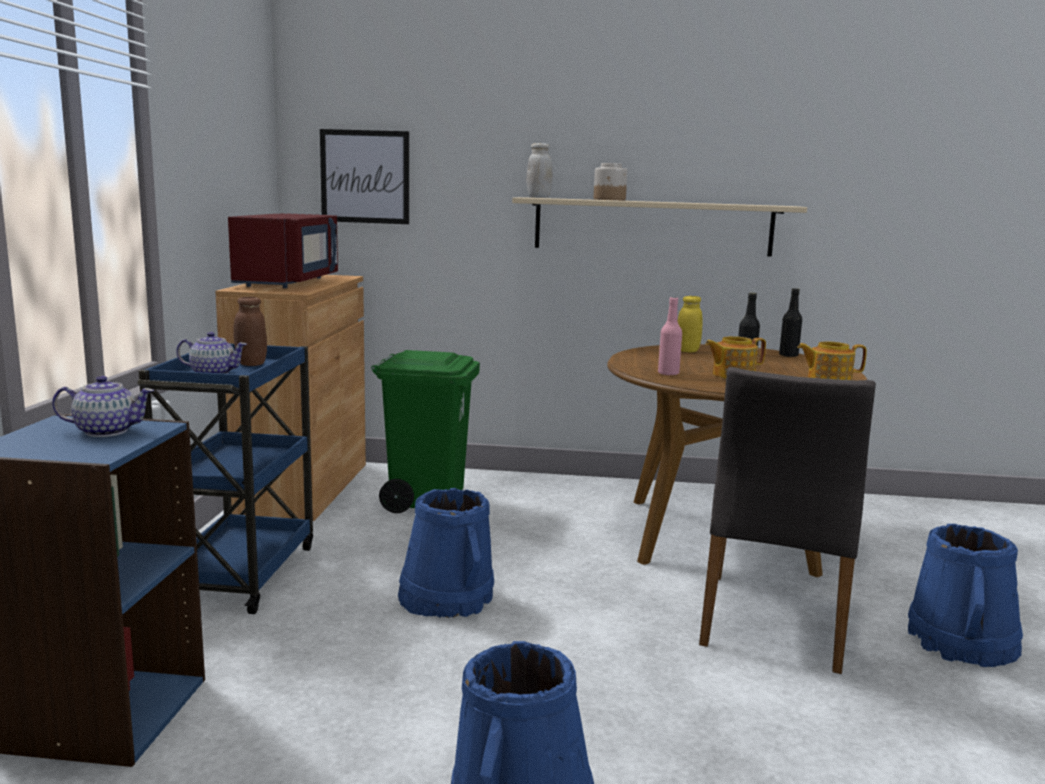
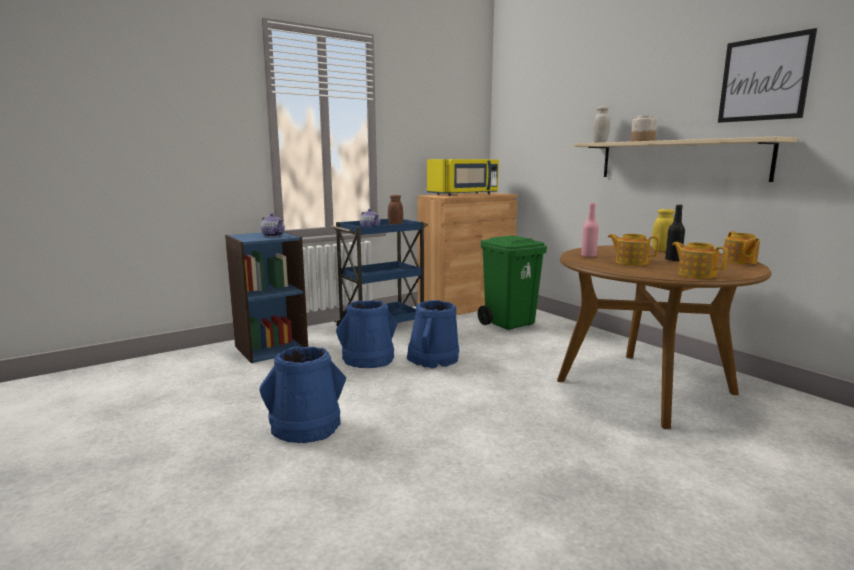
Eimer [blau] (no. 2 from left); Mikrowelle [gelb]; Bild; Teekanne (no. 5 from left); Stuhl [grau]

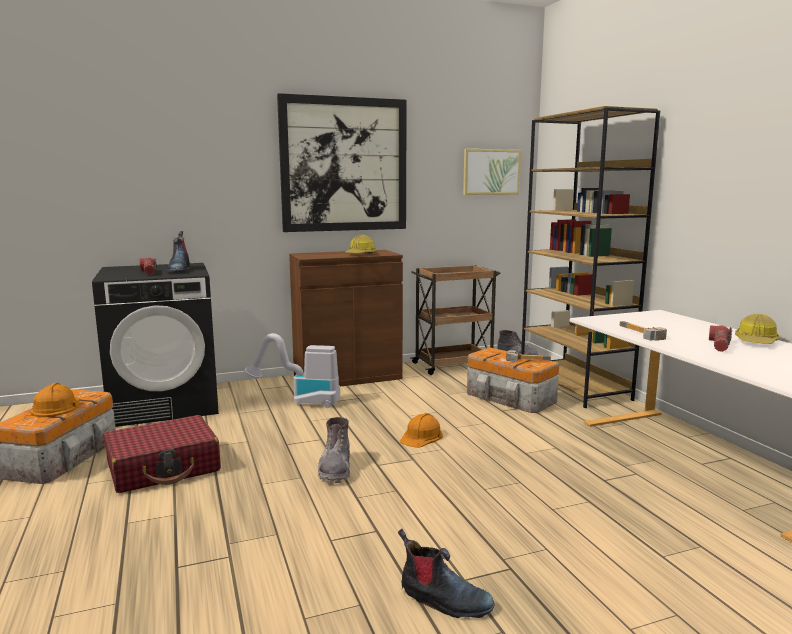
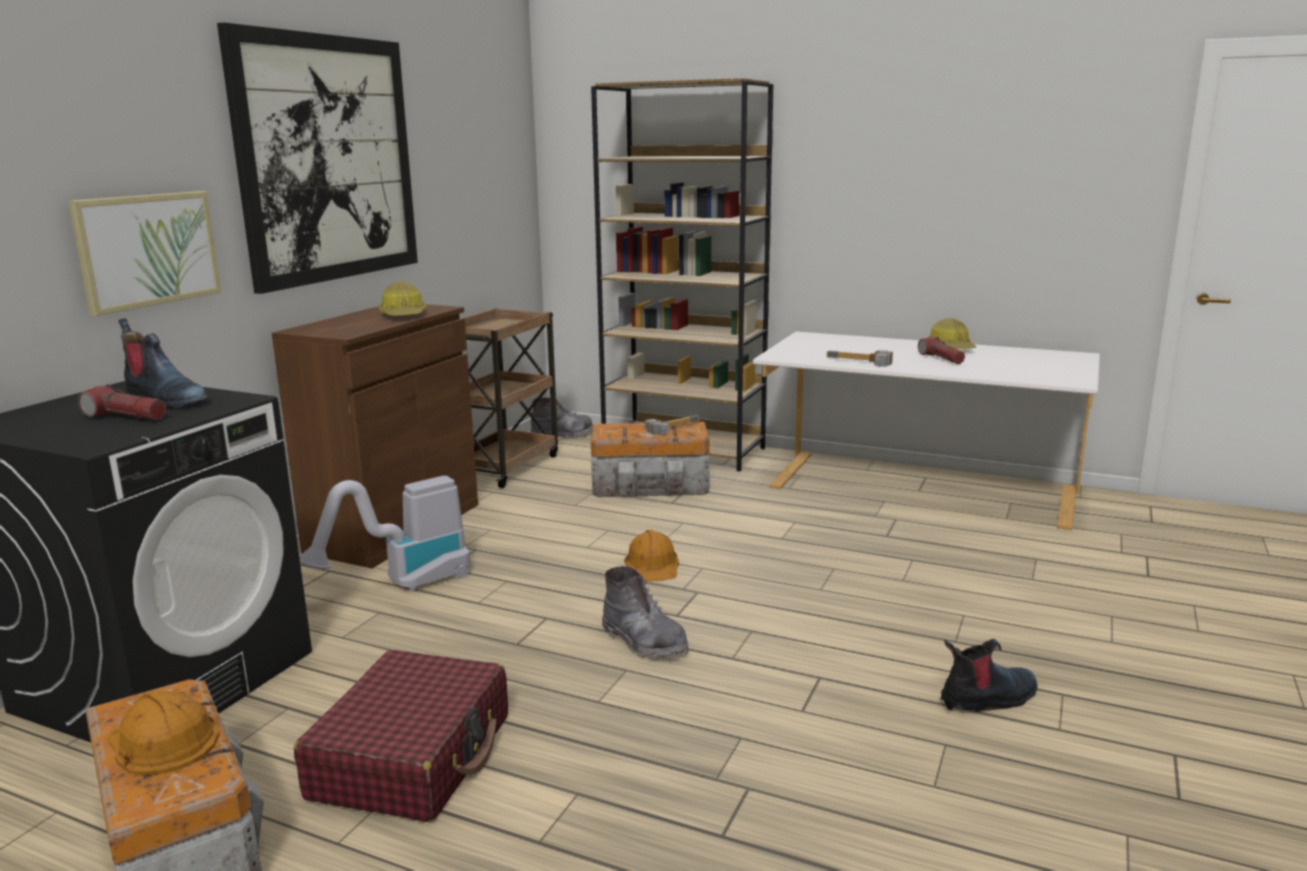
Bild (no. 1 from left)

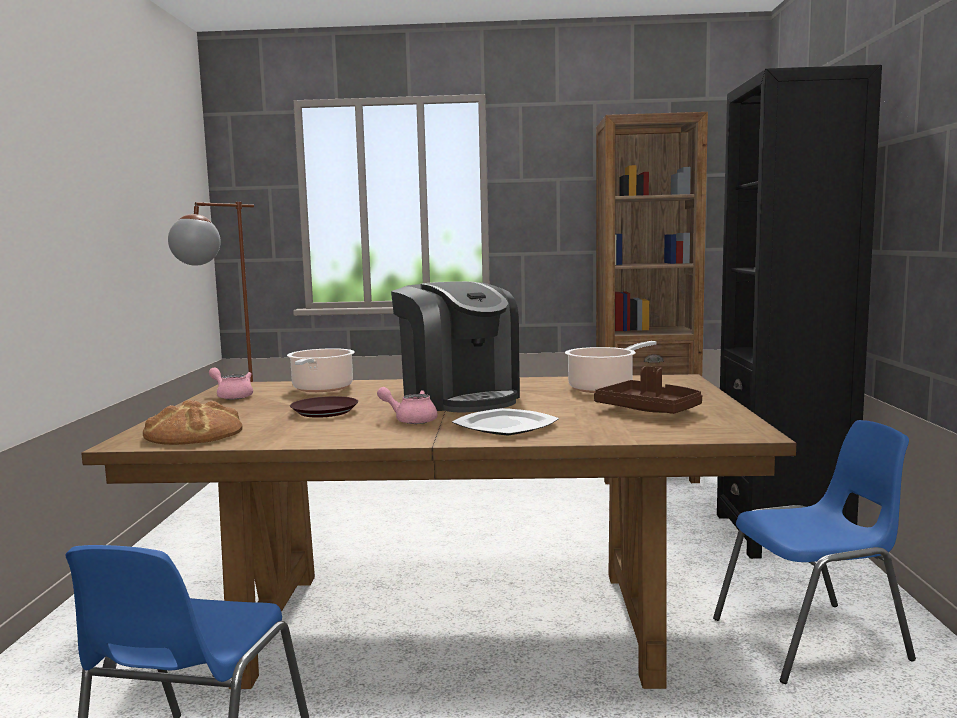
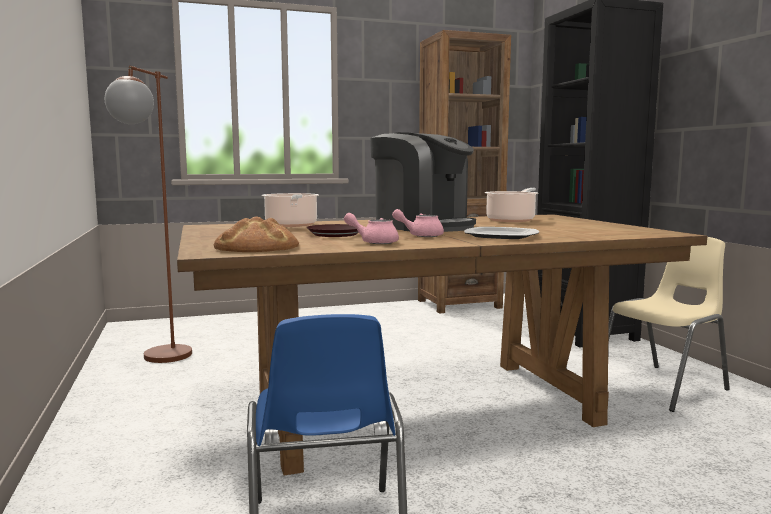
Teekanne [rosa] (no. 1 from left); Stuhl [beige]; Tablett [braun]

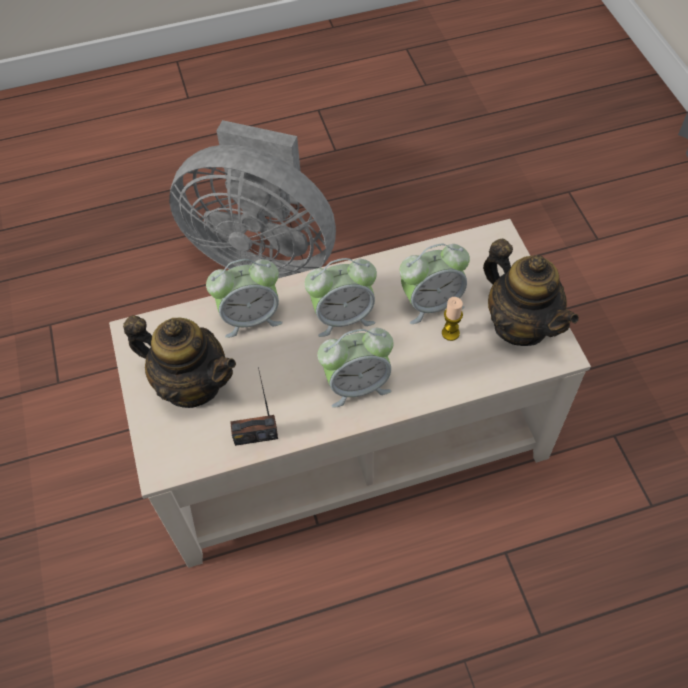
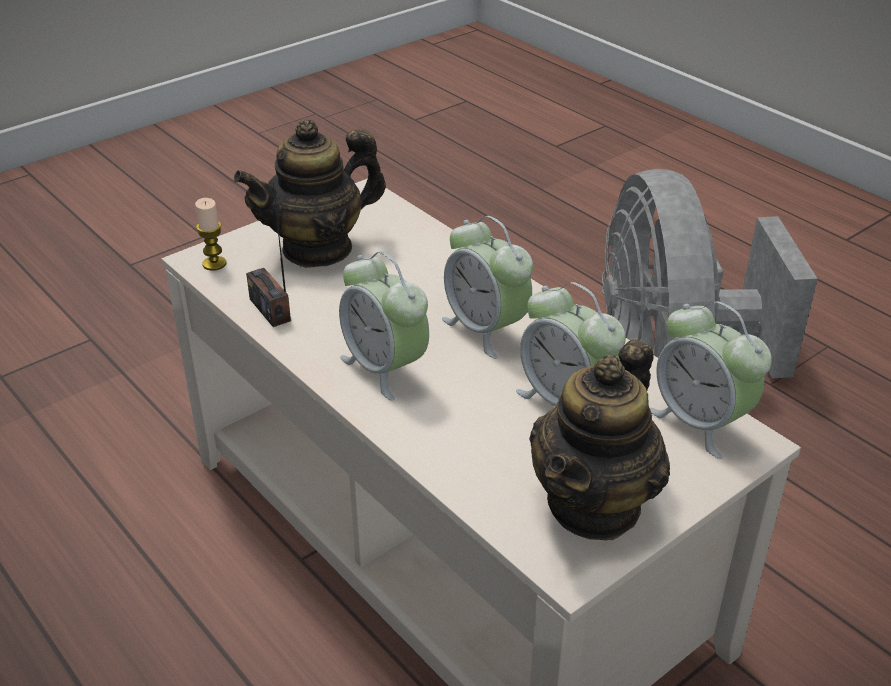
Kerze; Teekanne (no. 1 from left); Wecker (no. 4 from left)

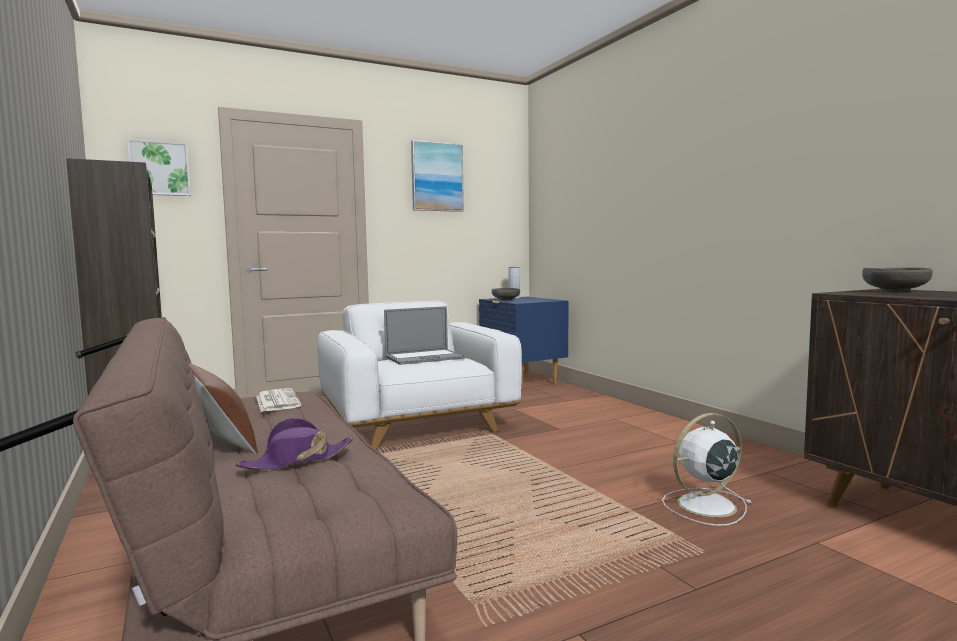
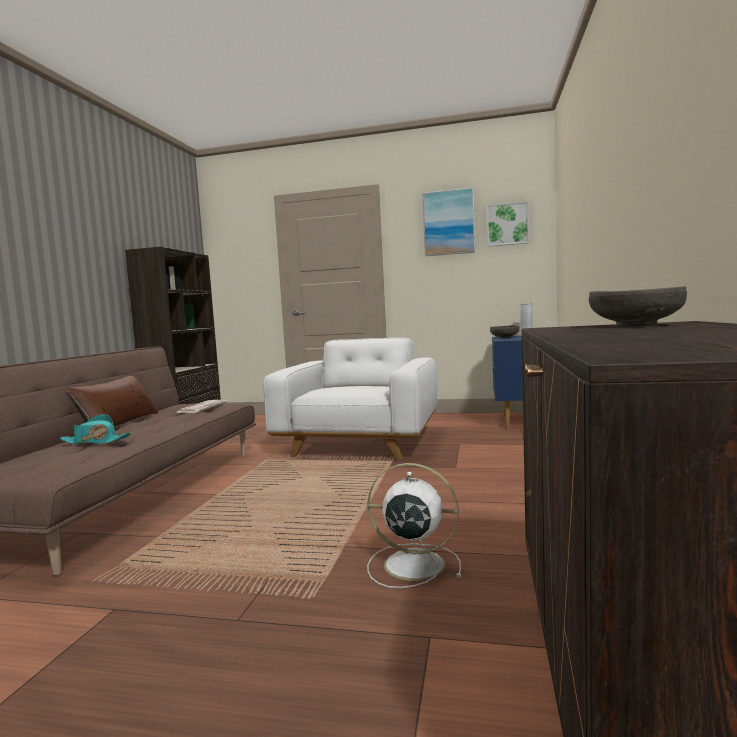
Hut [türkis]; Bild (no. 2 from left); Laptop

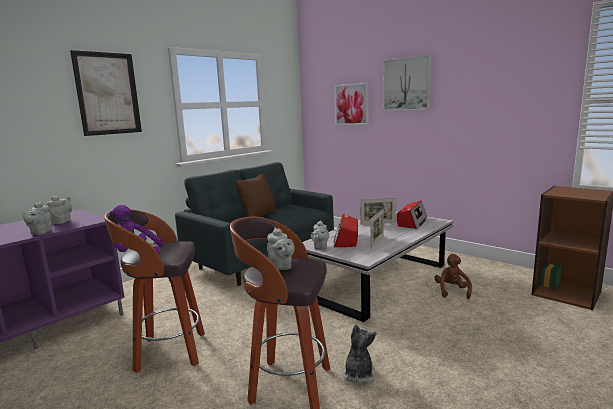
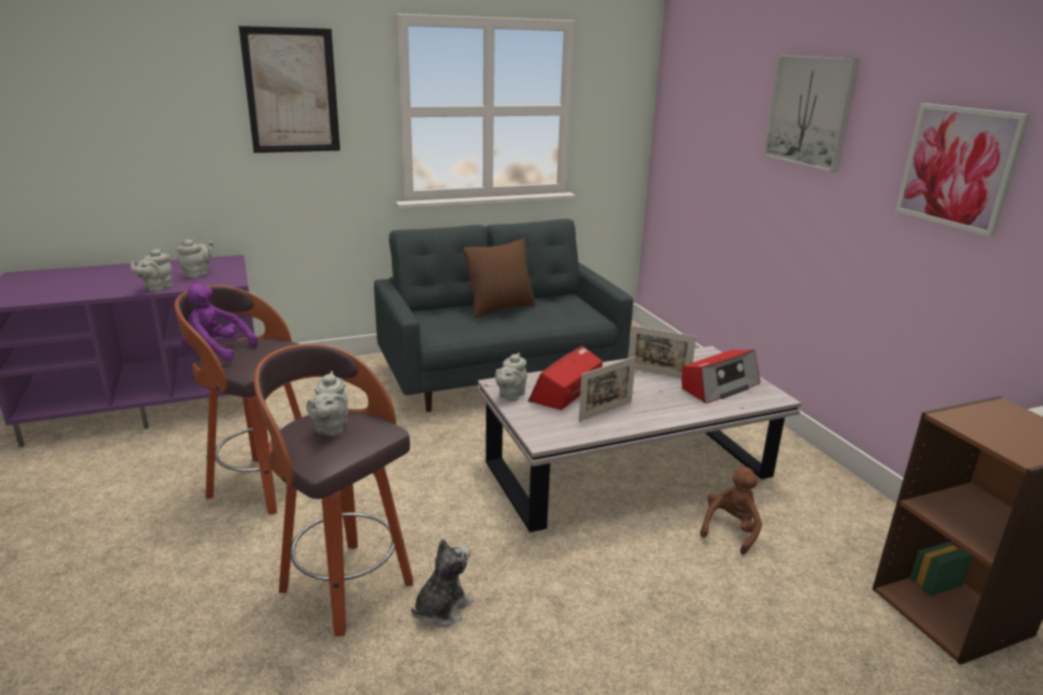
Bild (no. 3 from left)

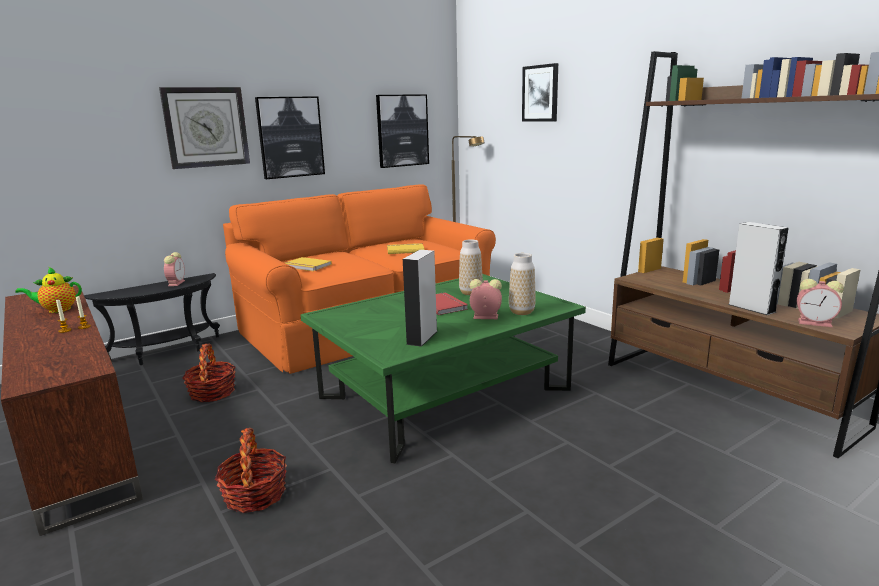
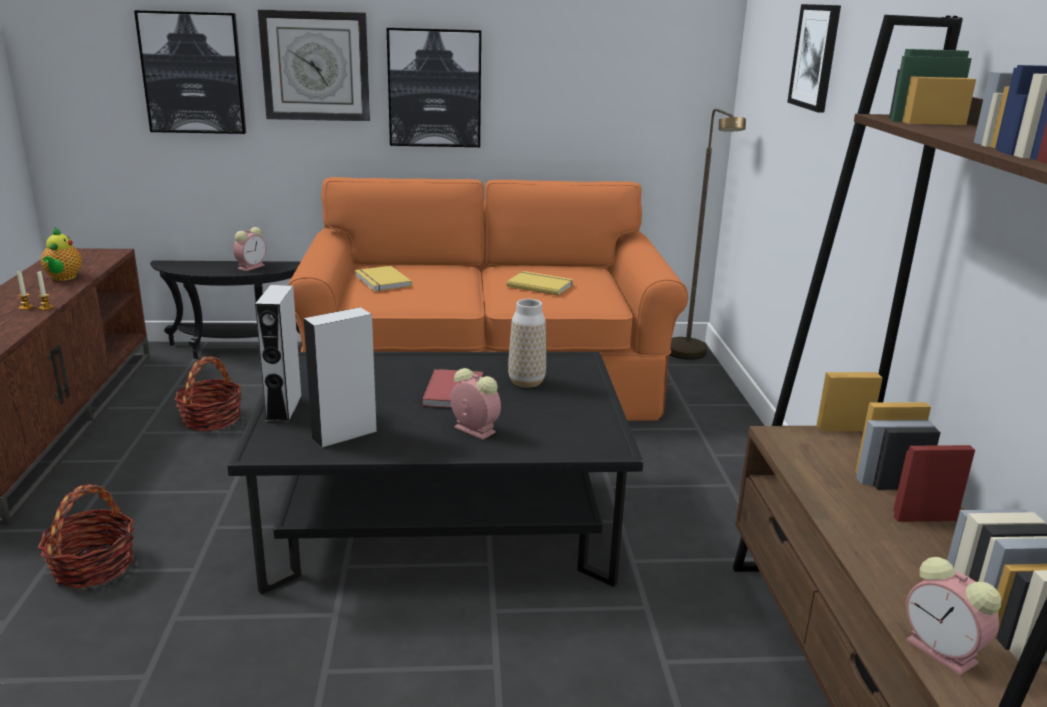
Teekanne; Bild (no. 1 from left); Couchtisch [schwarz]; Lautsprecher [grau] (no. 1 from left); Vase (no. 2 from left in the first image)

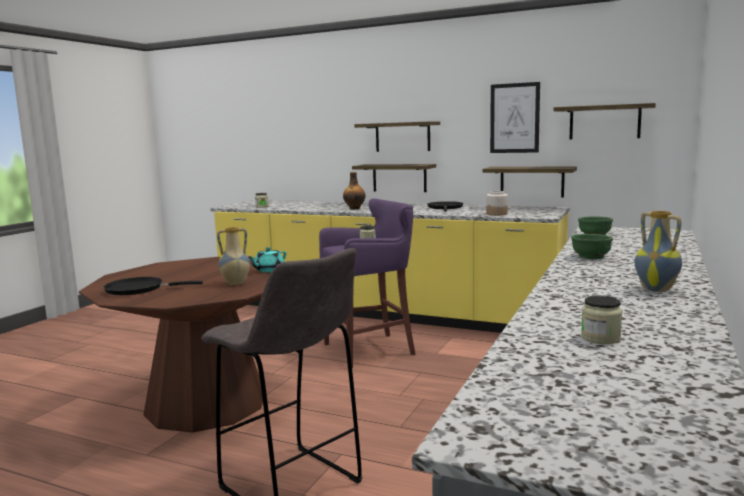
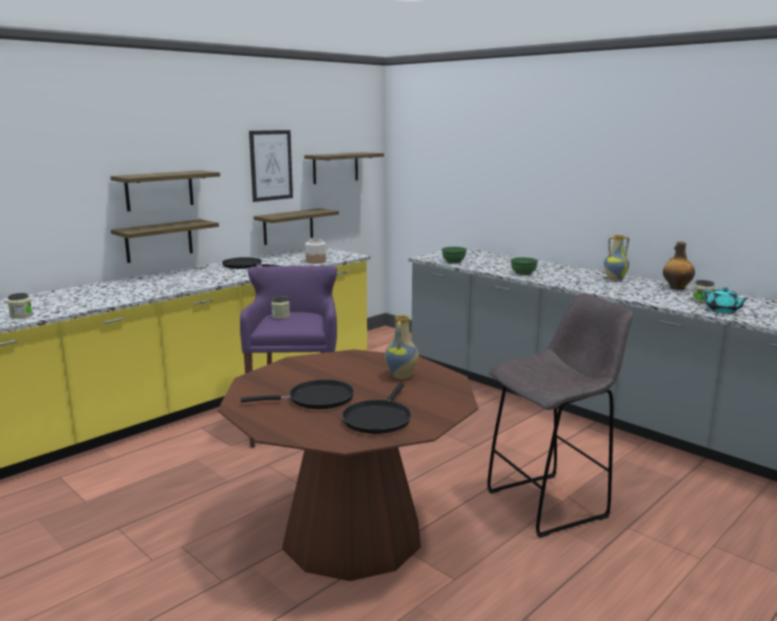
Pfanne [schwarz] (no. 2 from left); Flasche; Teekanne [türkis]

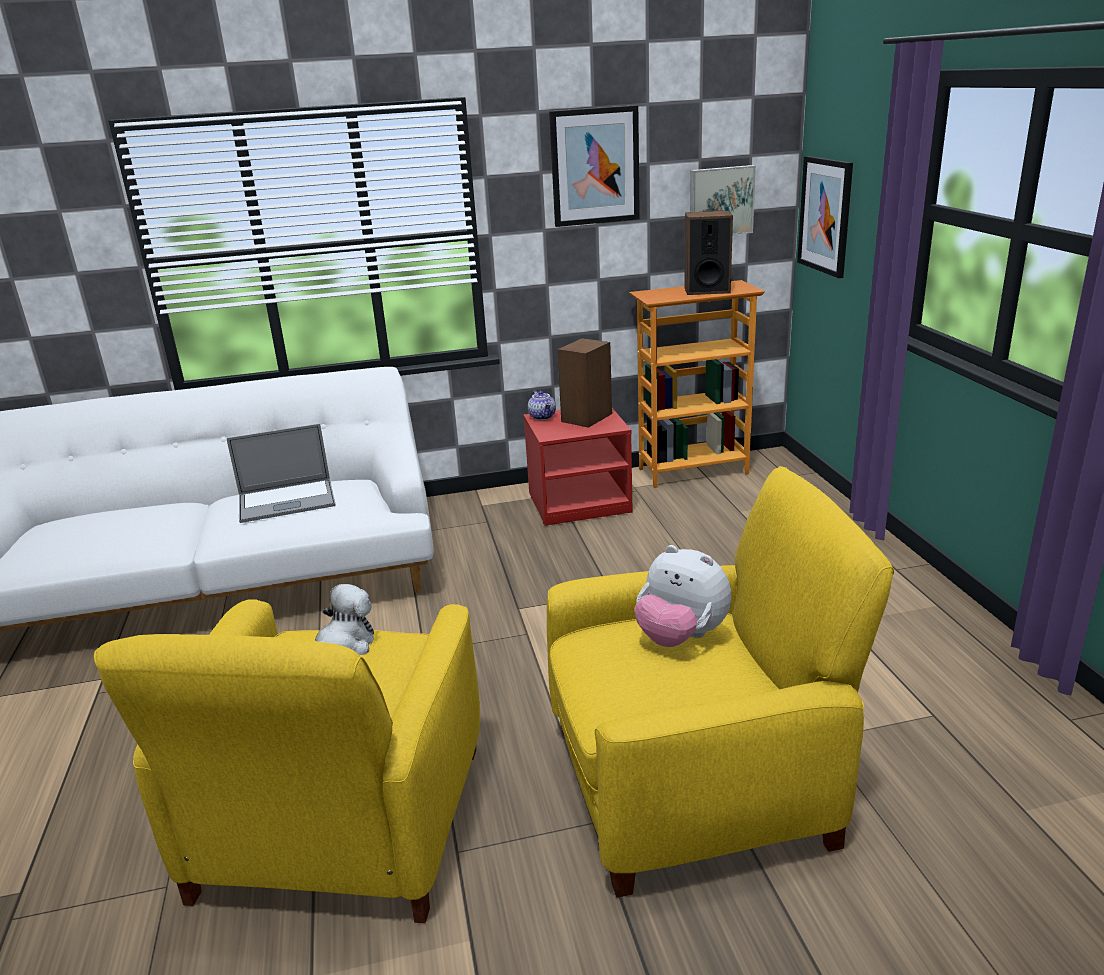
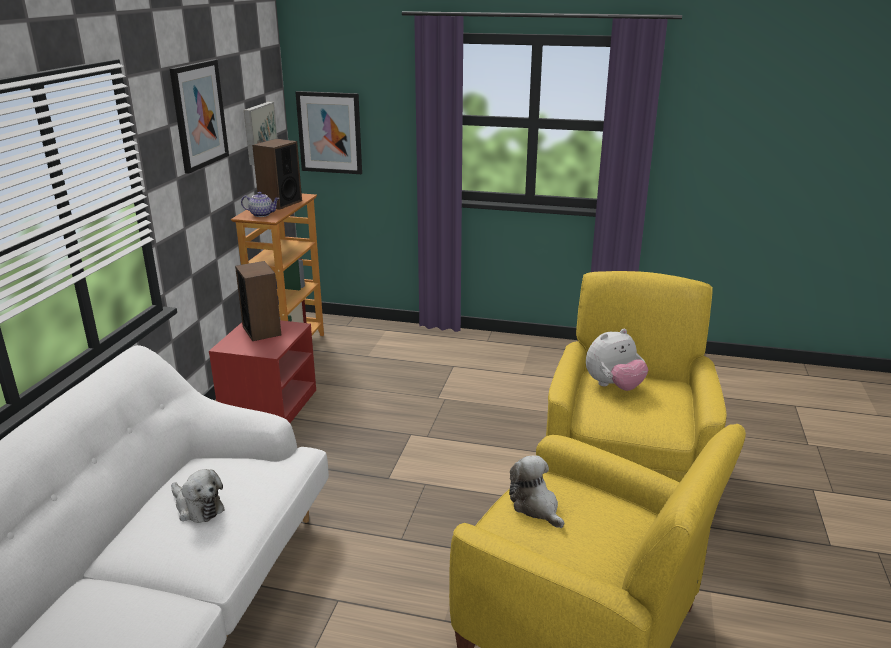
Plüschtier (no. 1 from left); Teekanne

